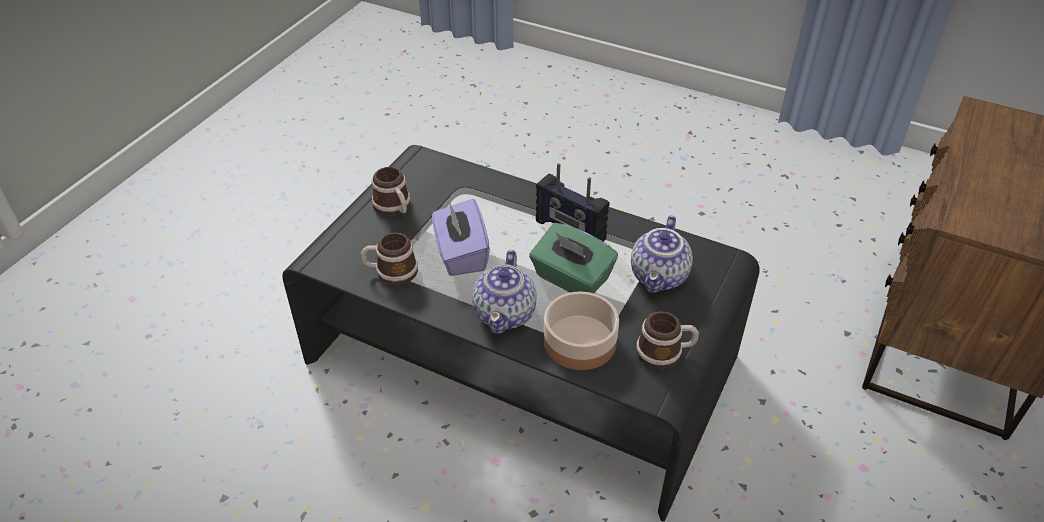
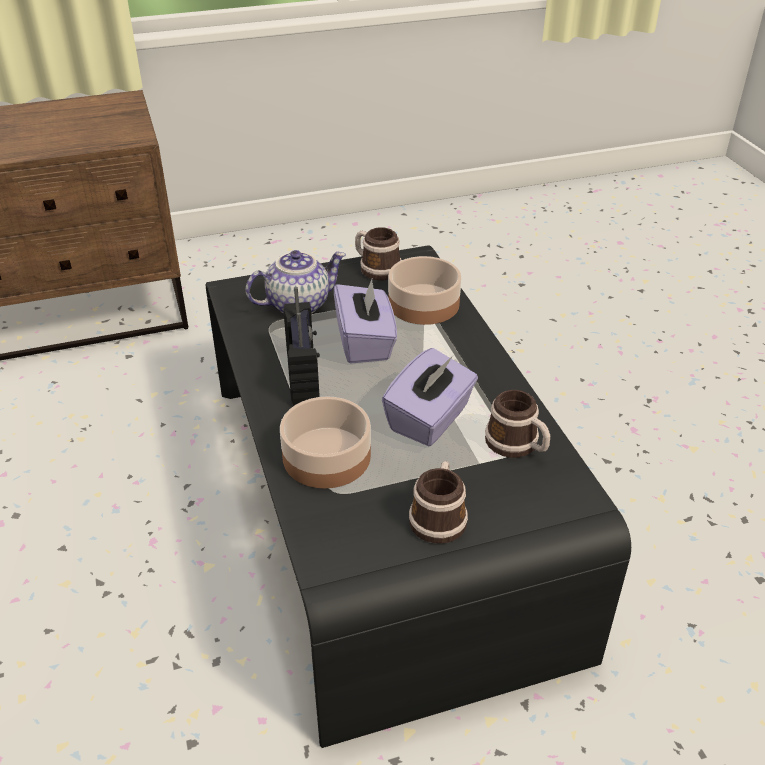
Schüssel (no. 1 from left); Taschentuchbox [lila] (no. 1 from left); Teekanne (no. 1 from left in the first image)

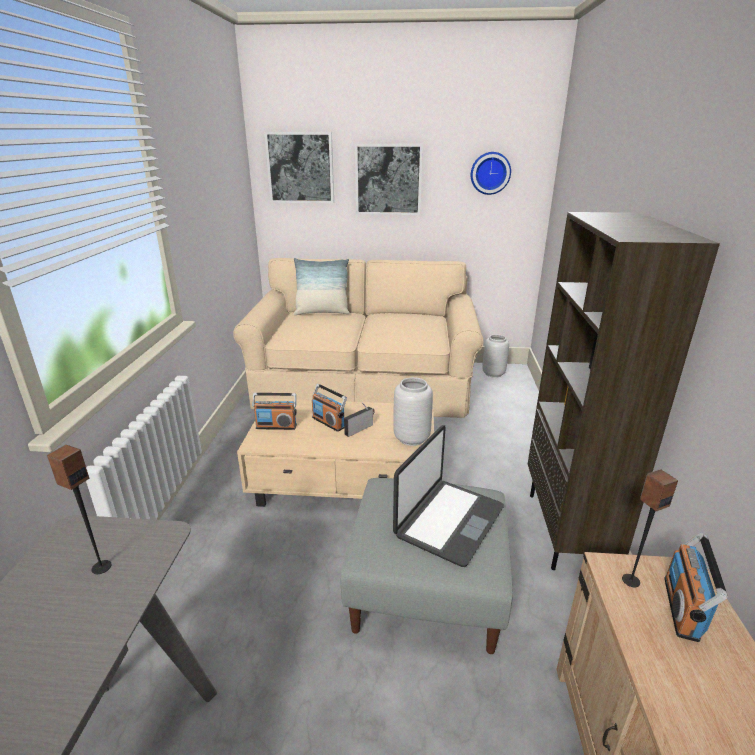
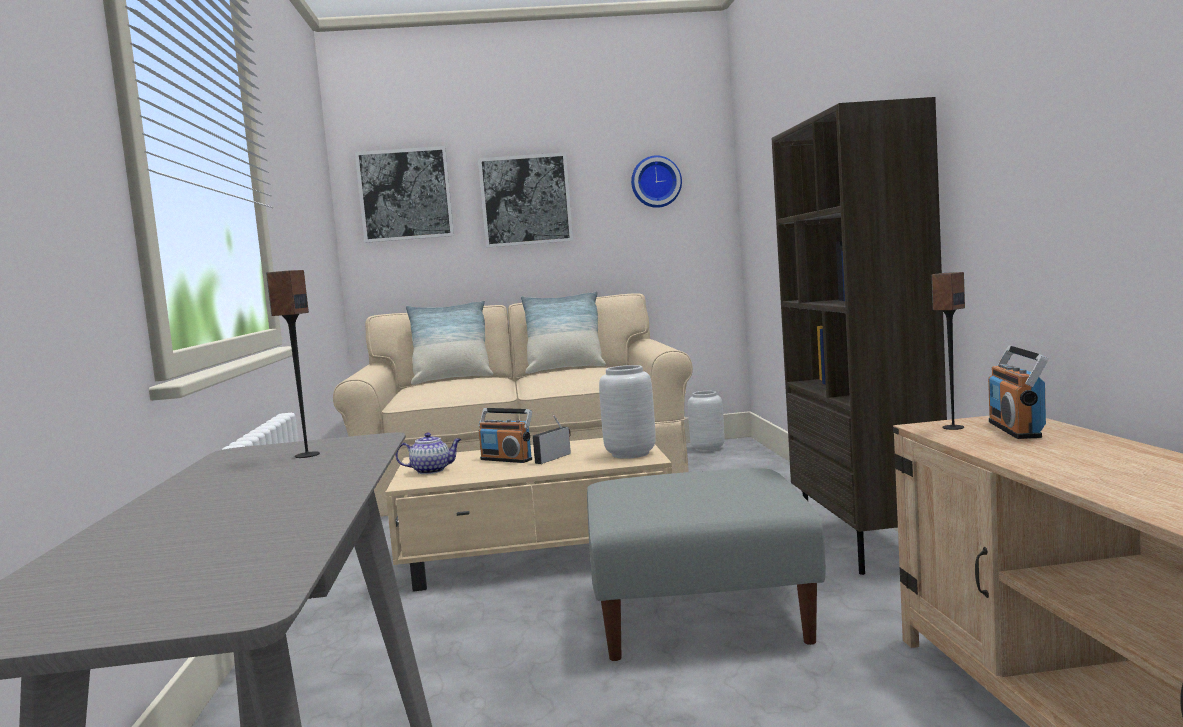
Teekanne; Kissen (no. 2 from left); Laptop

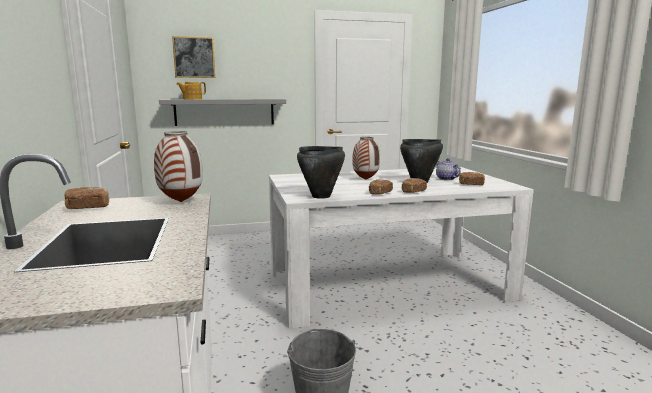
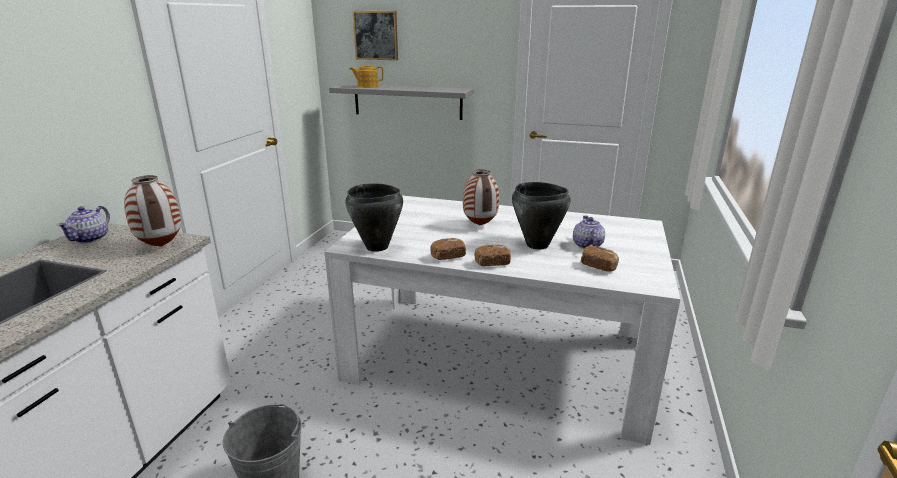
Teekanne (no. 1 from left)

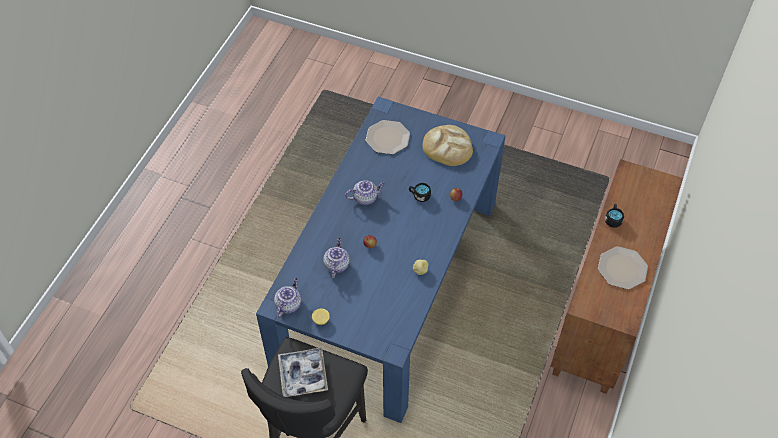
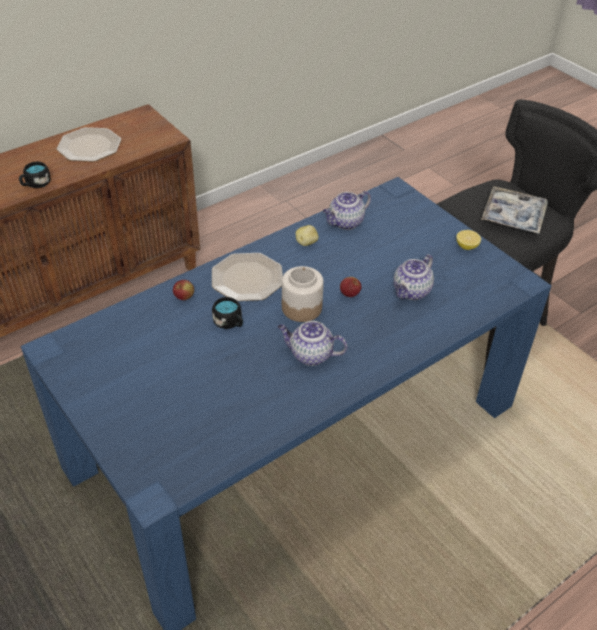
Teller (no. 2 from left); Vorratsglas; Teekanne (no. 2 from left); Brot

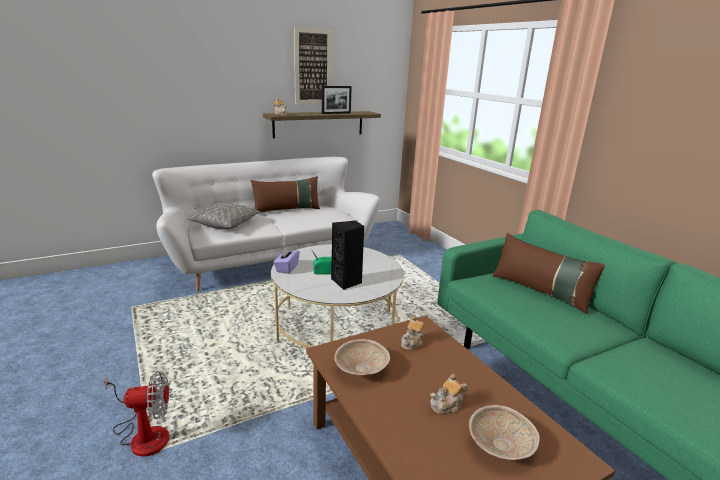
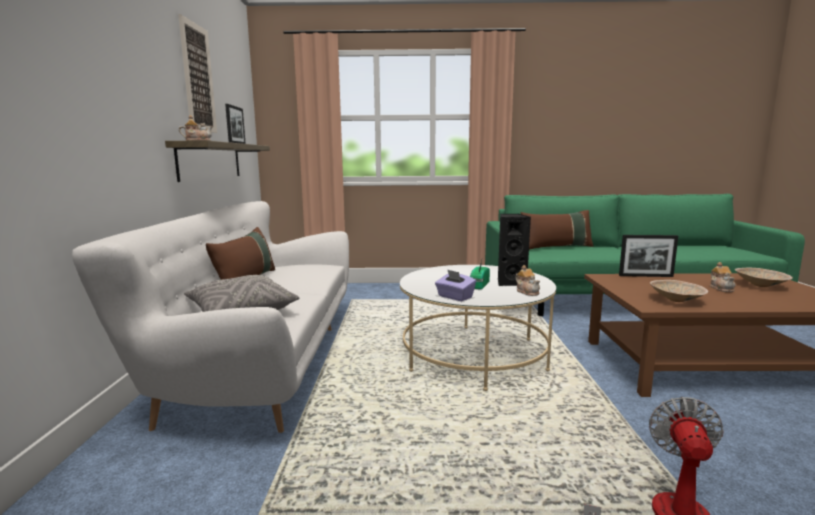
Teekanne (no. 2 from left); Bilderrahmen (no. 2 from left)

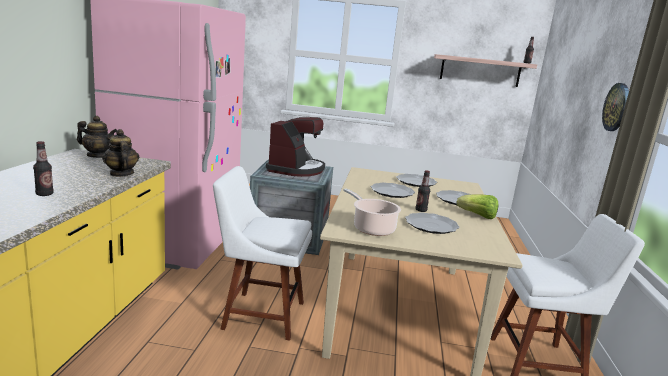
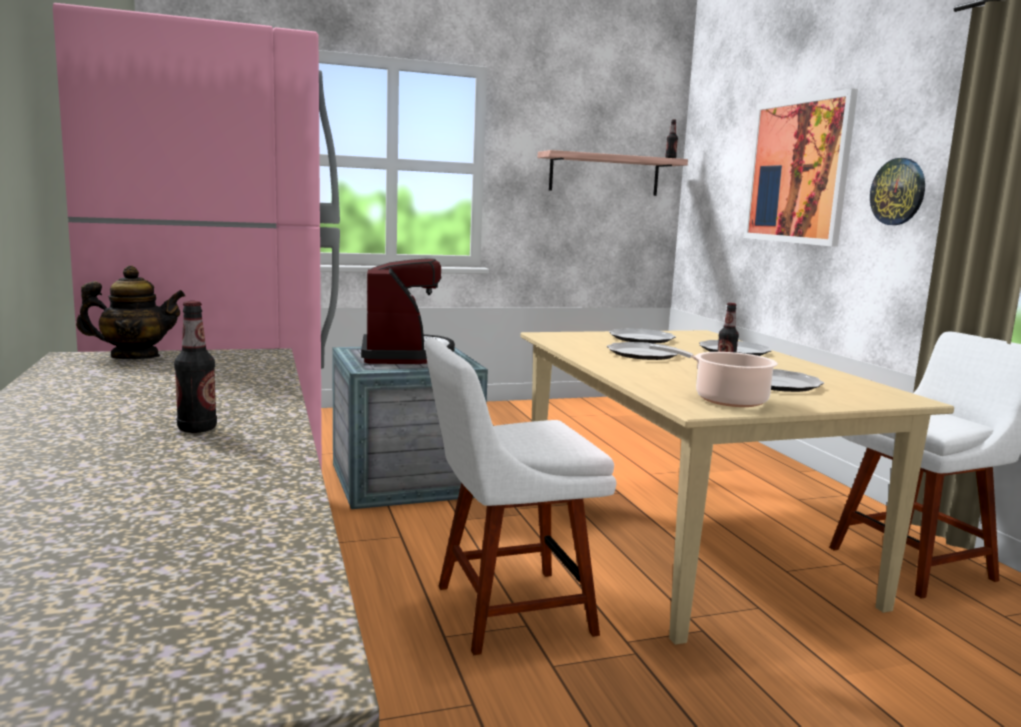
Bild; Teekanne (no. 2 from left in the first image); Salatkopf

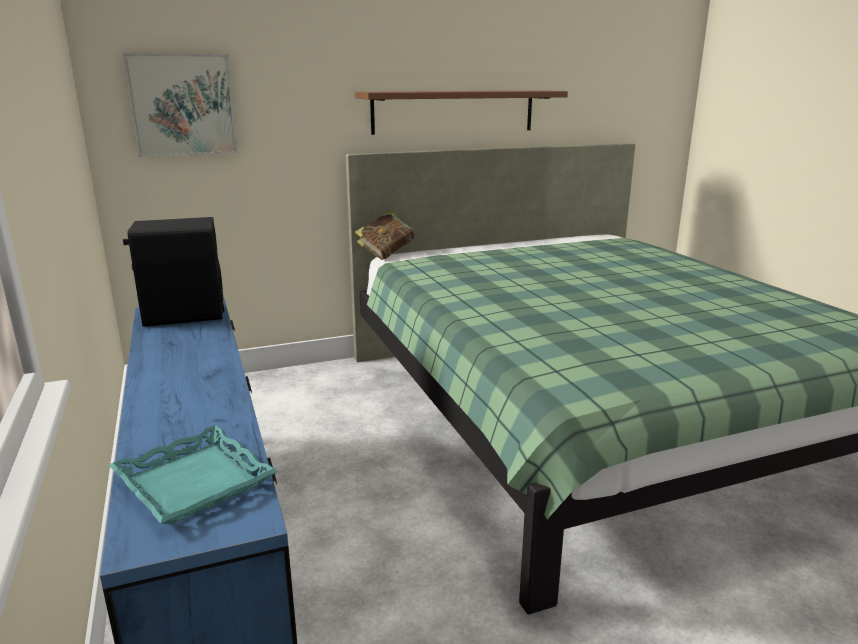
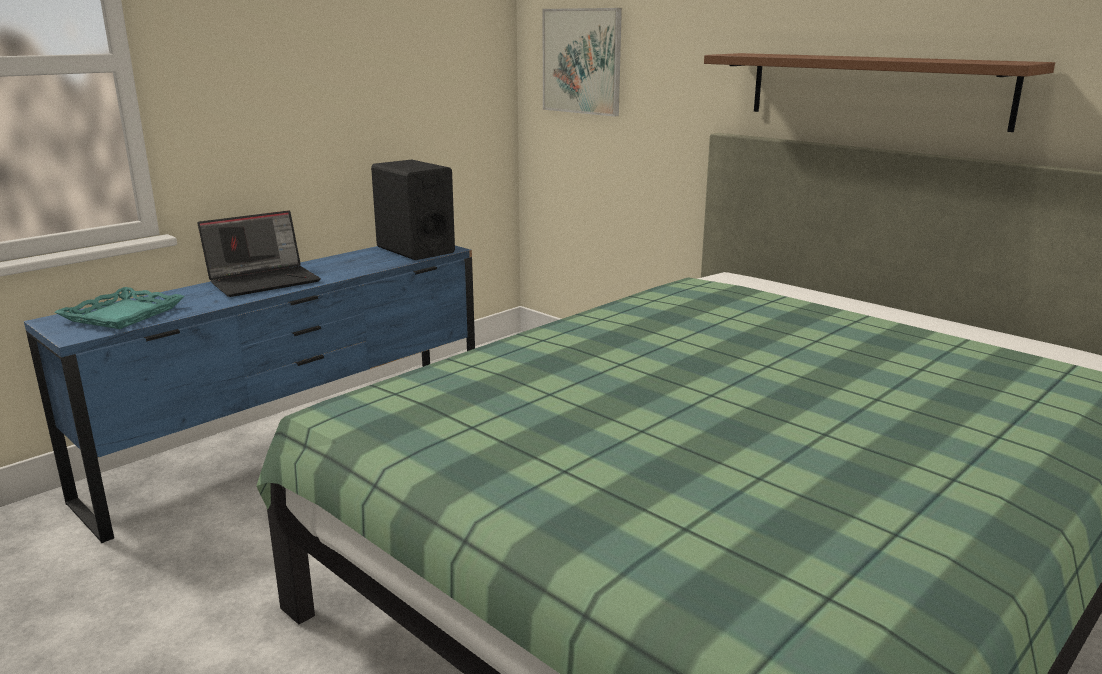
Laptop; Buch

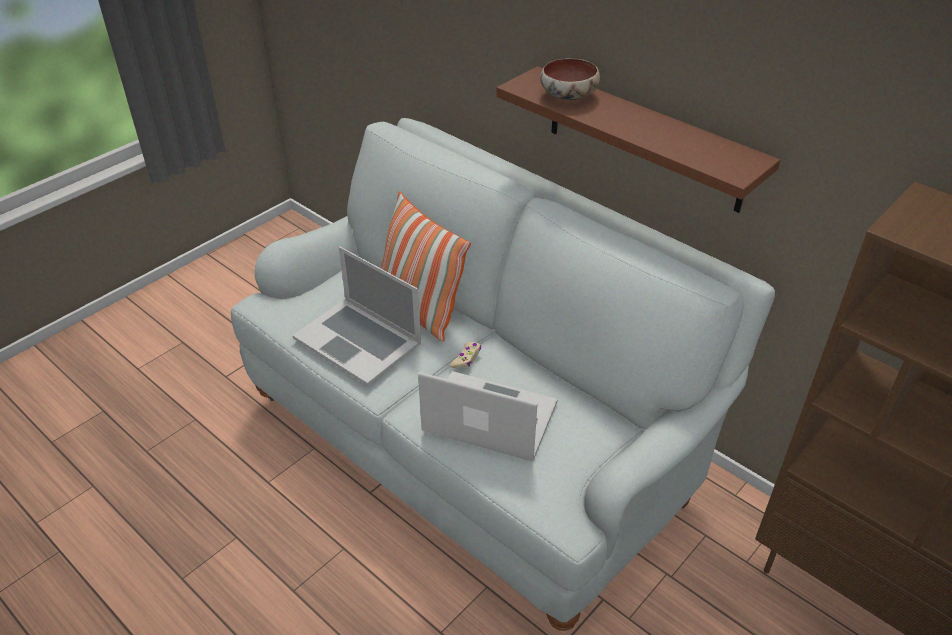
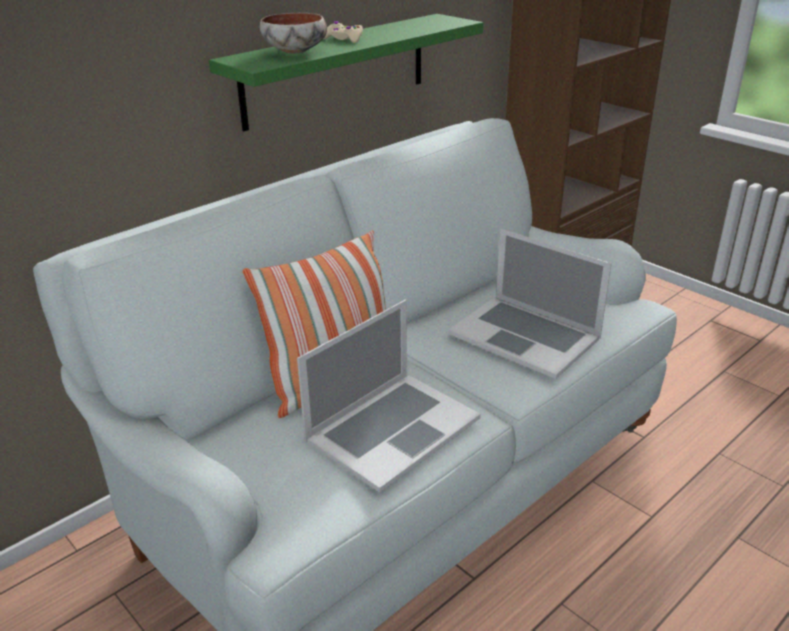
Wandregal [grün]; Gamepad [beige]; Laptop (no. 2 from left)

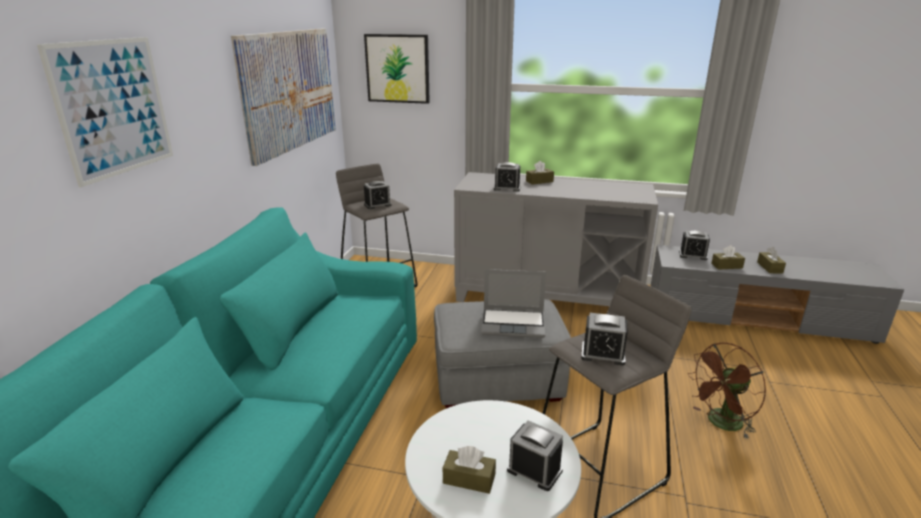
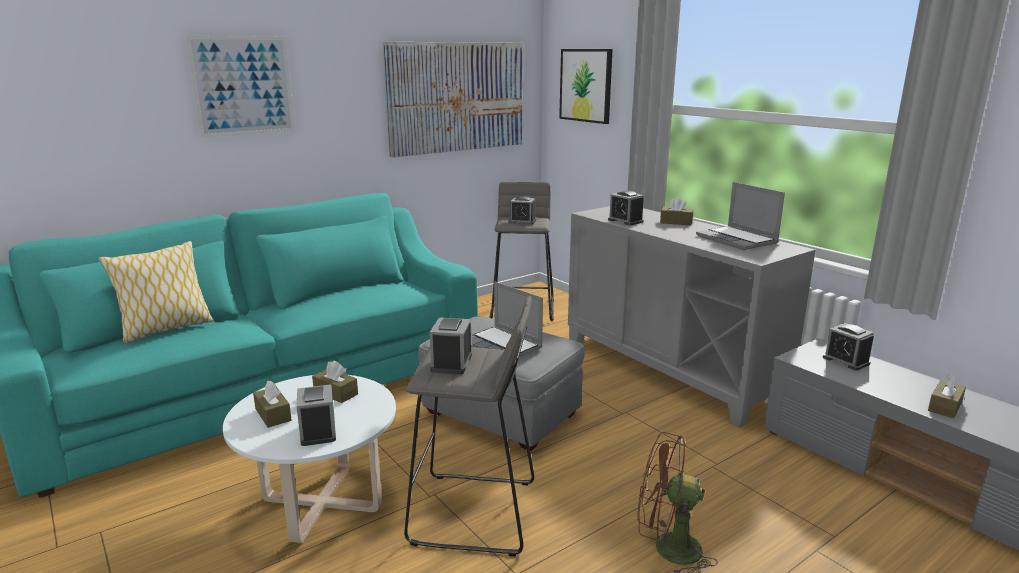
Kissen; Taschentuchbox [braun] (no. 2 from left); Wecker (no. 2 from left); Laptop (no. 2 from left)

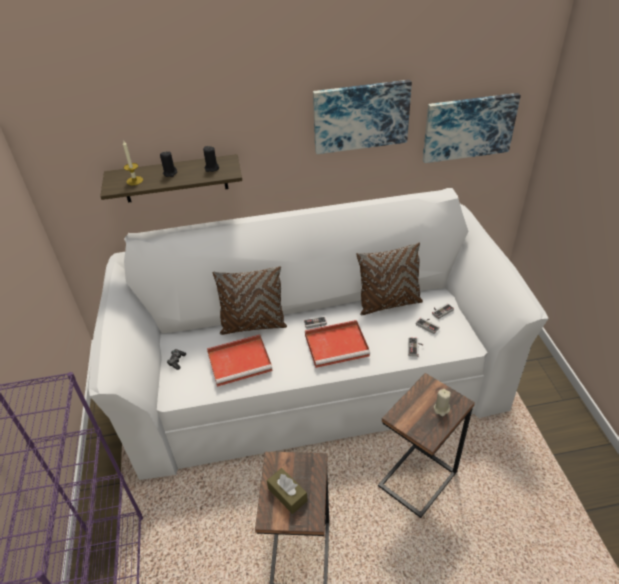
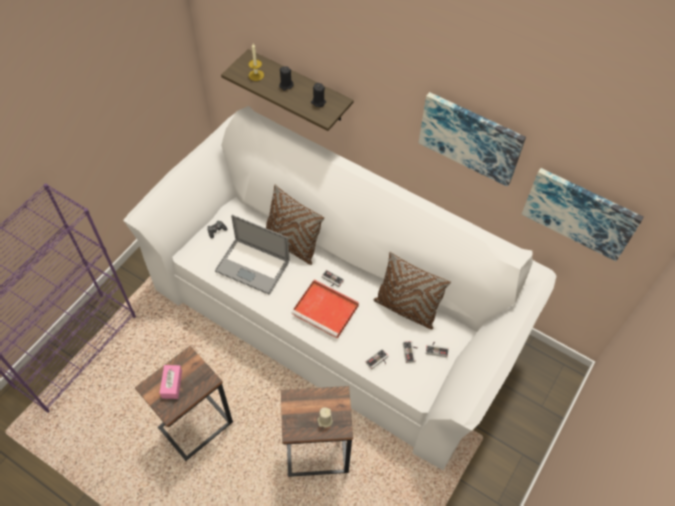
Taschentuchbox [rosa]; Laptop

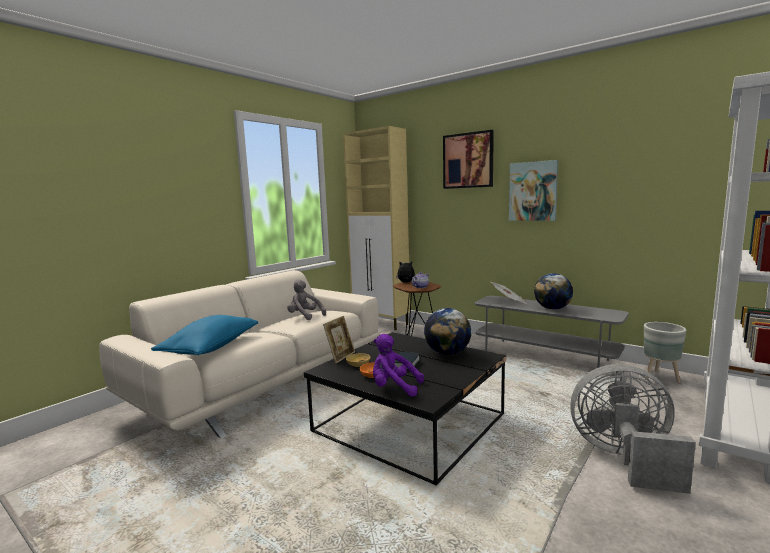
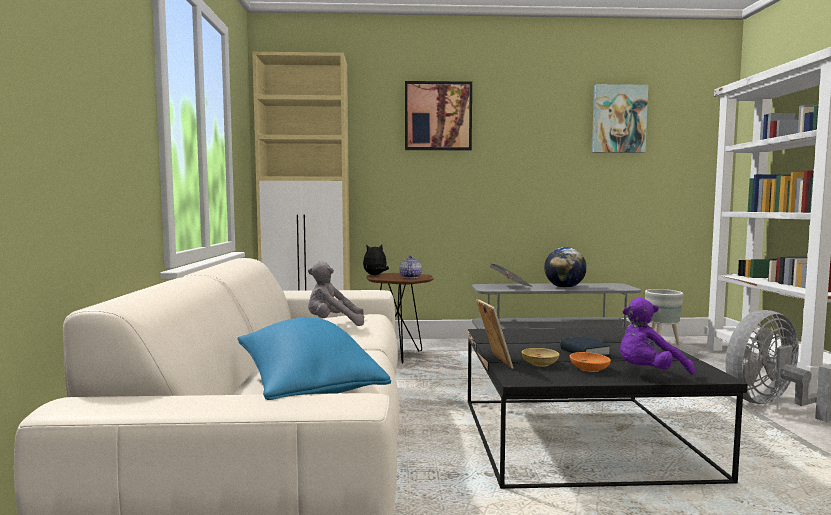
Bild (no. 2 from left); Globus (no. 1 from left in the first image)

